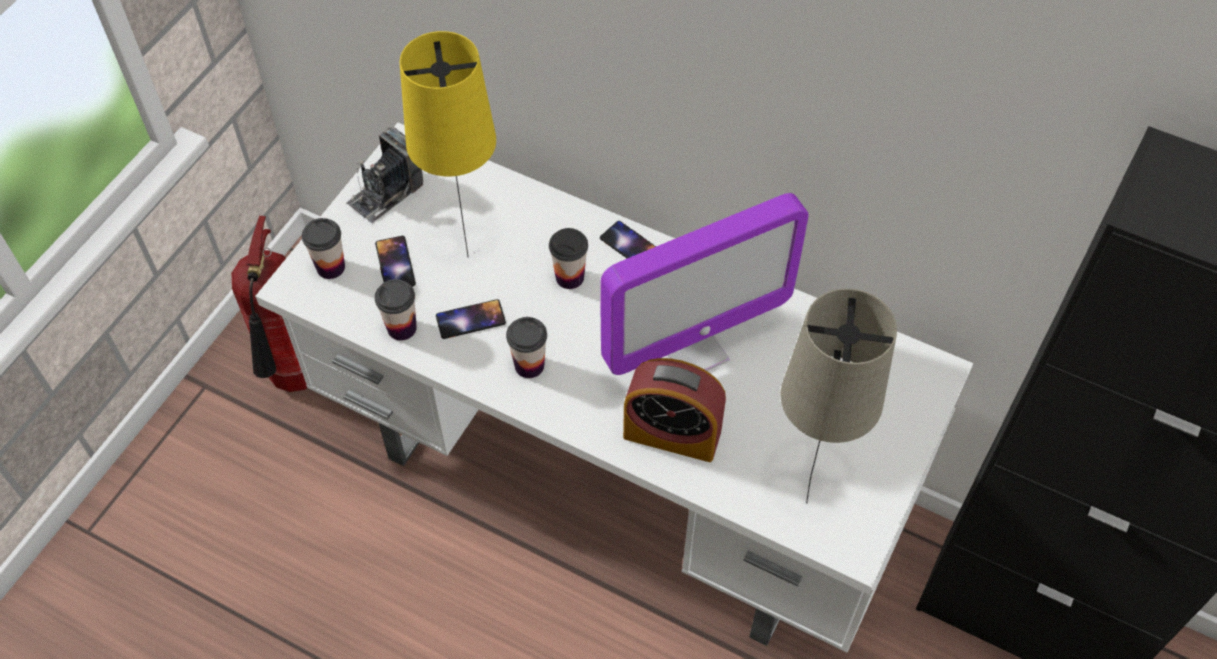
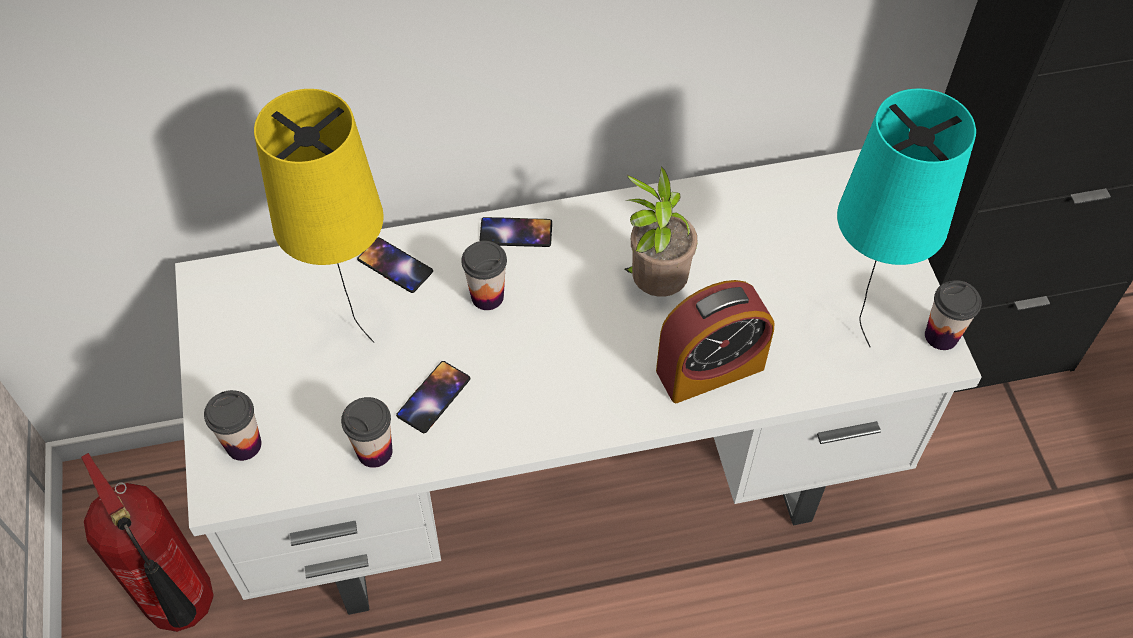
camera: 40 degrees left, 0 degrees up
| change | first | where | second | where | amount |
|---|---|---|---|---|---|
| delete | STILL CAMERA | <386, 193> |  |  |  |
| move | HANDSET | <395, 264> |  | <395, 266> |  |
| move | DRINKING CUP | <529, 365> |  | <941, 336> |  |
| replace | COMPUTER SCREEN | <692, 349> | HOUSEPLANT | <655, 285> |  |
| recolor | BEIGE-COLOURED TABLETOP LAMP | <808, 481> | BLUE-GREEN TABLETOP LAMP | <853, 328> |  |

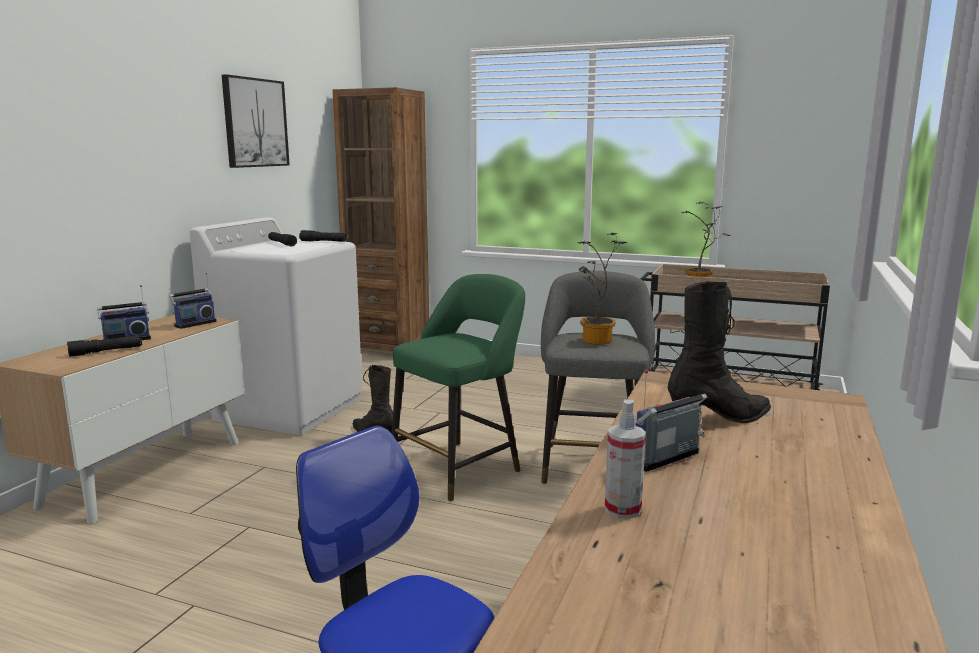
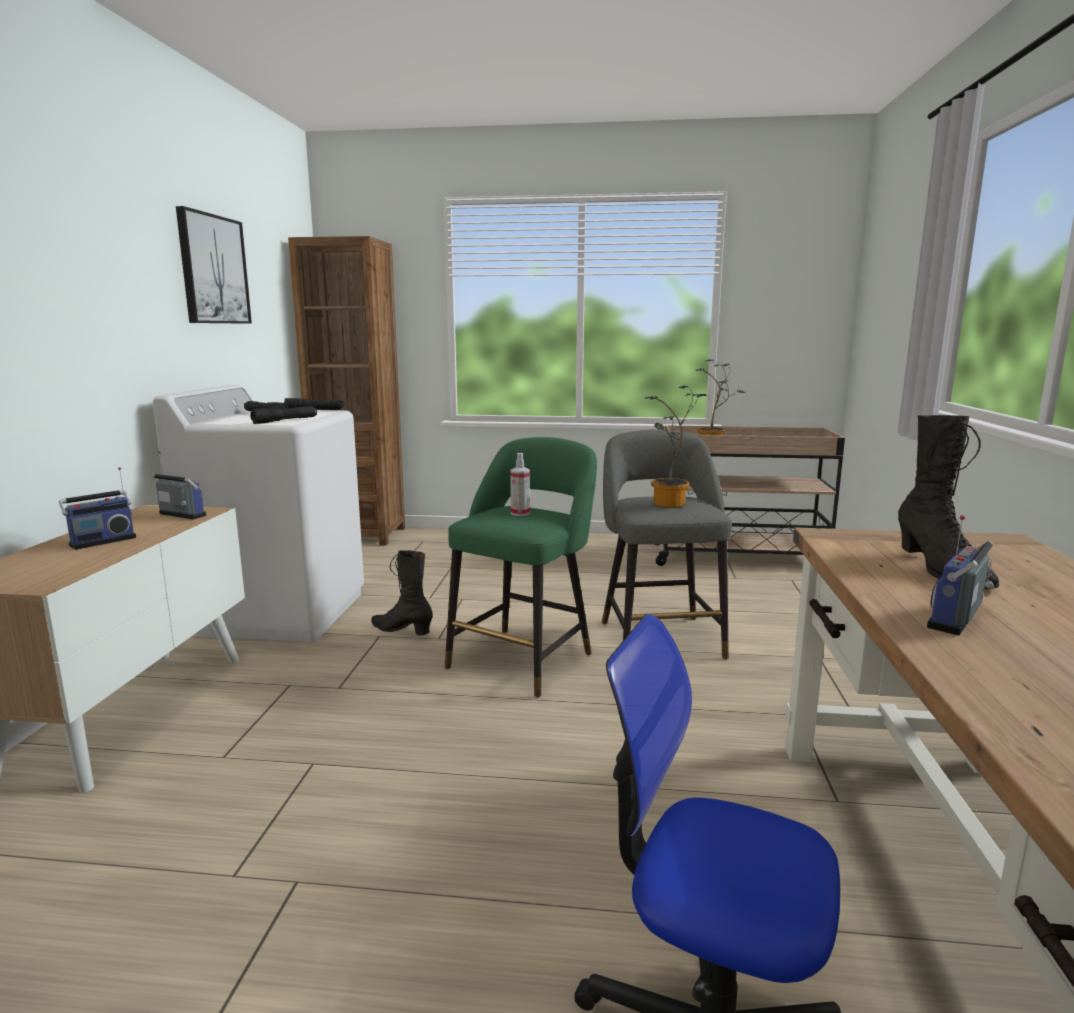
camera: 15 degrees left, 0 degrees up
| change | first | where | second | where | amount |
|---|---|---|---|---|---|
| move | BLACK FLASHLIGHT | <106, 351> |  | <285, 421> |  |
| move | HAND SPRAYER | <622, 509> |  | <520, 513> |  |
| rotate | RADIO RECEIVER | <194, 323> |  | <180, 515> | 90 degrees counterclockwise |
| rotate | BLACK HIGH-TOP BOOT | <720, 419> |  | <940, 570> | 120 degrees clockwise |

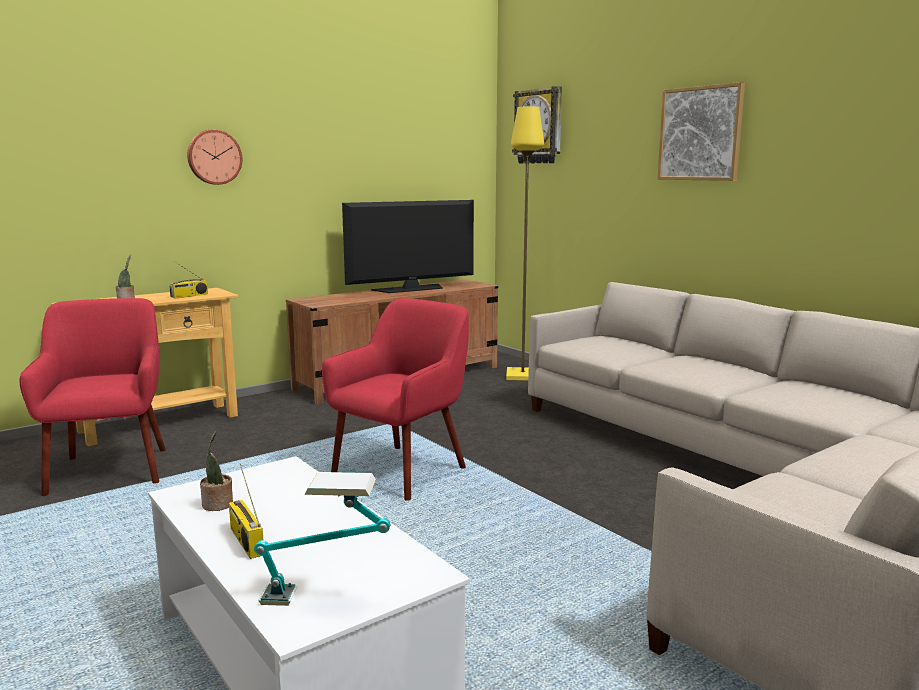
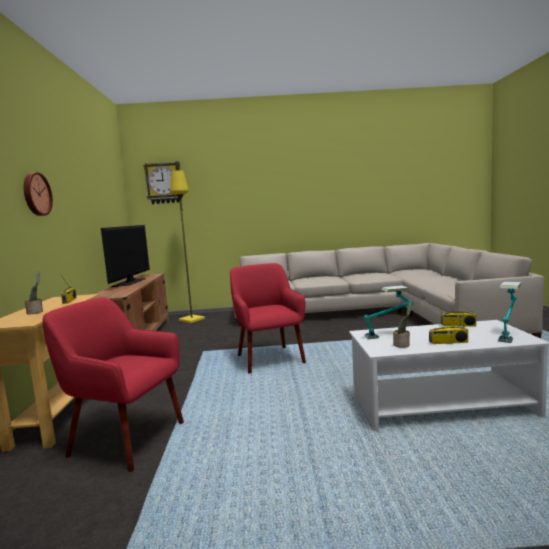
camera: 55 degrees left, 5 degrees down
| change | first | where | second | where | amount |
|---|---|---|---|---|---|
| delete | PICTURE | <700, 134> |  |  |  |
| insert |  |  | TABLETOP LAMP | <388, 335> |  |
| insert |  |  | RADIO RECEIVER | <458, 325> |  |

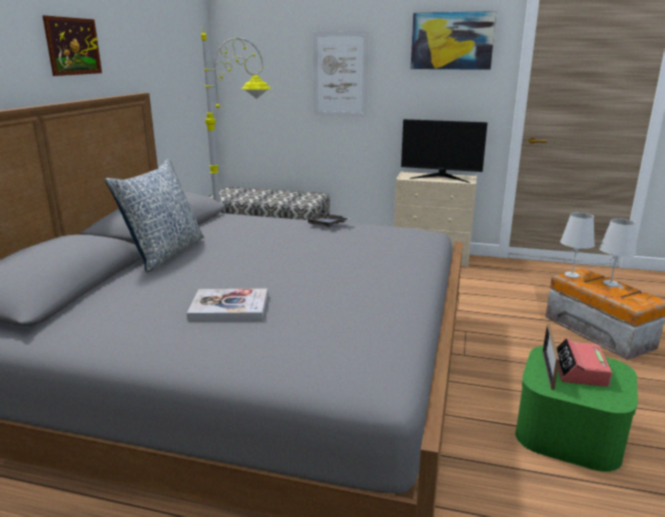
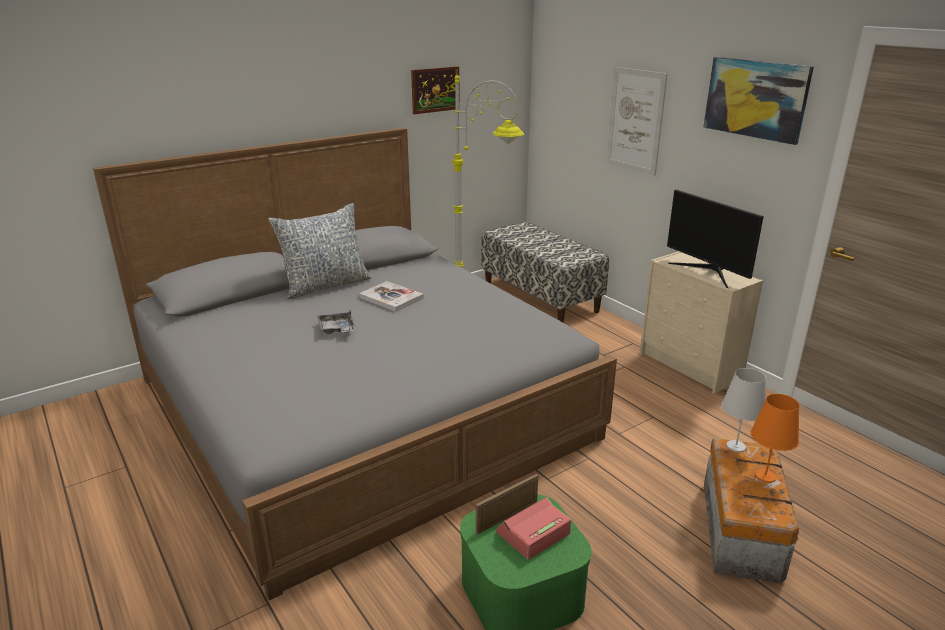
camera: 40 degrees right, 5 degrees up
| change | first | where | second | where | amount |
|---|---|---|---|---|---|
| move | PICTURE | <73, 46> |  | <435, 90> |  |
| move | BOUND BOOK | <229, 307> |  | <391, 298> |  |
| move | GREYISH CARRYING TRAY | <327, 225> |  | <337, 329> |  |
| recolor | WHITE TABLETOP LAMP | <610, 283> | ORANGE TABLETOP LAMP | <765, 476> |  |

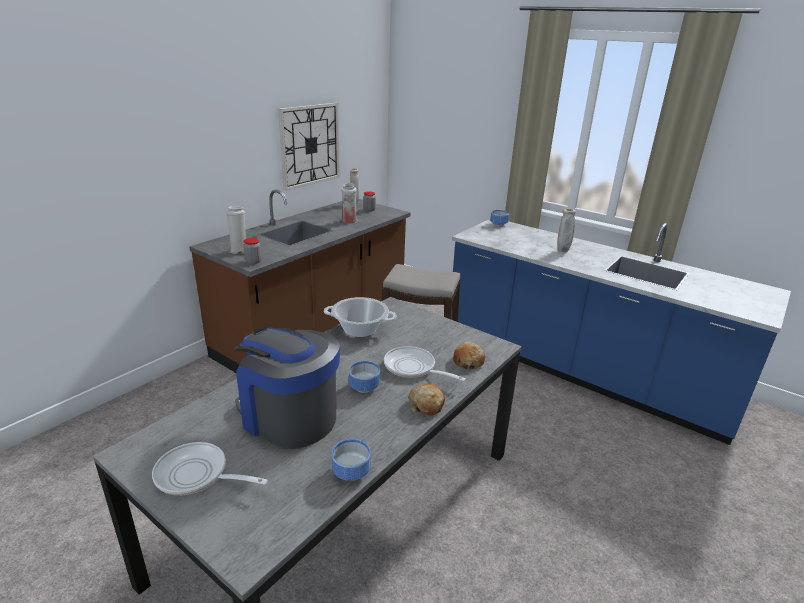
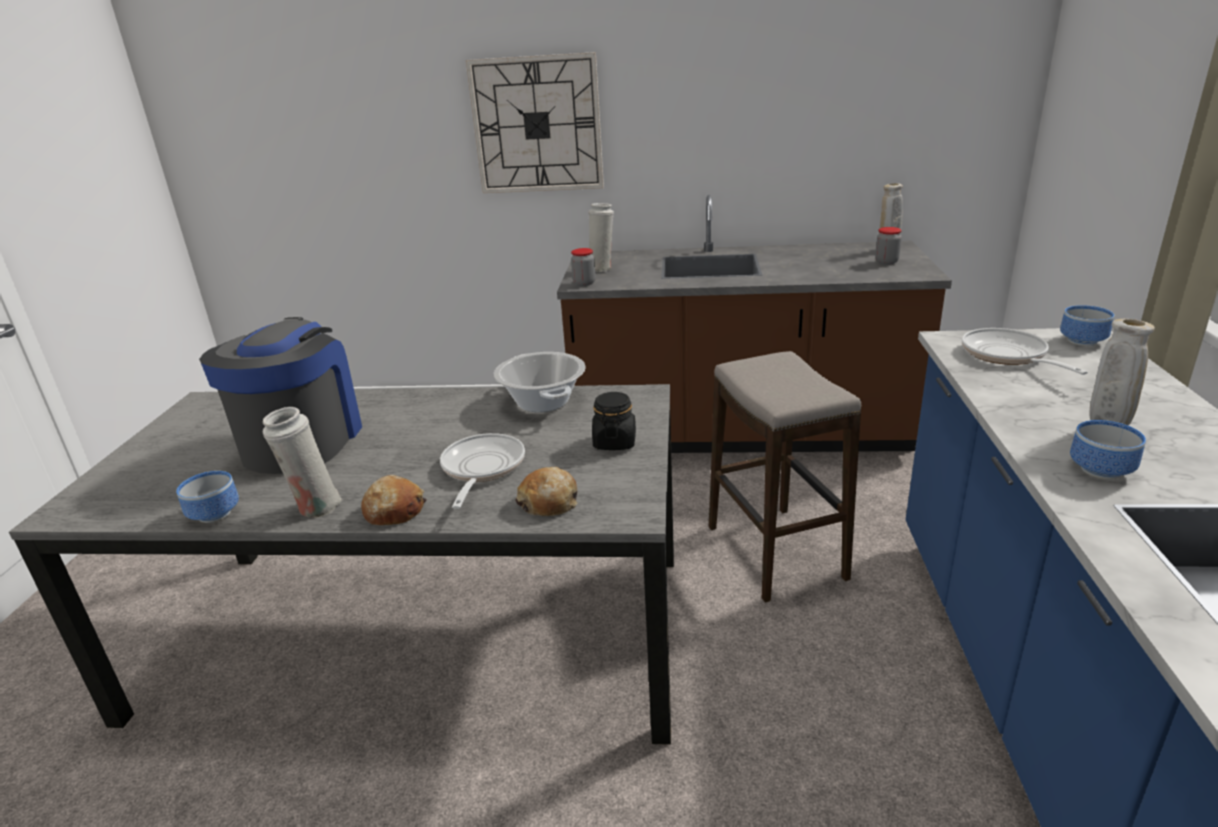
camera: 60 degrees right, 0 degrees up
| change | first | where | second | where | amount |
|---|---|---|---|---|---|
| insert |  |  | BLACK PRESERVE JAR | <614, 442> |  |
| move | FRYING PAN | <197, 475> |  | <1008, 356> |  |
| move | CLOCK ON THE WALL | <310, 145> |  | <537, 125> |  |
| move | WHITE DECORATIVE VASE | <349, 221> |  | <314, 508> |  |
| move | BOWL | <363, 387> |  | <1098, 469> |  |

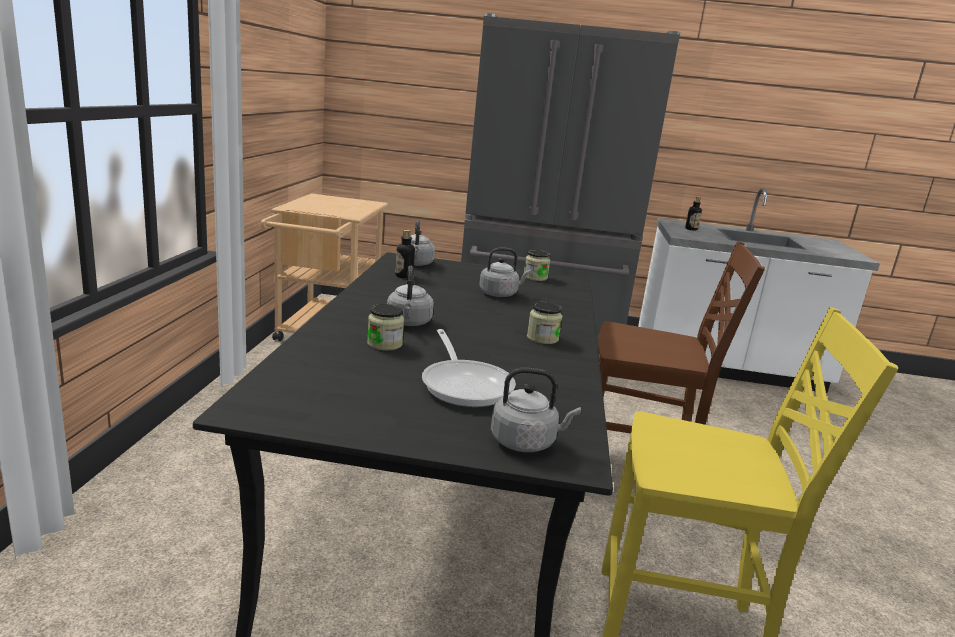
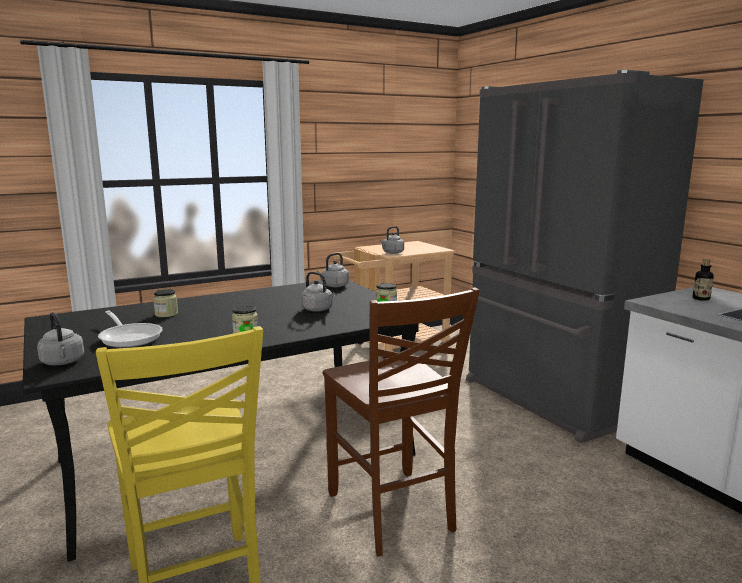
camera: 55 degrees right, 5 degrees down
| change | first | where | second | where | amount |
|---|---|---|---|---|---|
| delete | BOTTLE | <404, 276> |  |  |  |
| move | GREYISH KETTLE | <409, 323> |  | <392, 253> |  |
| rotate | FRYING PAN | <465, 385> |  | <130, 337> | 75 degrees counterclockwise |

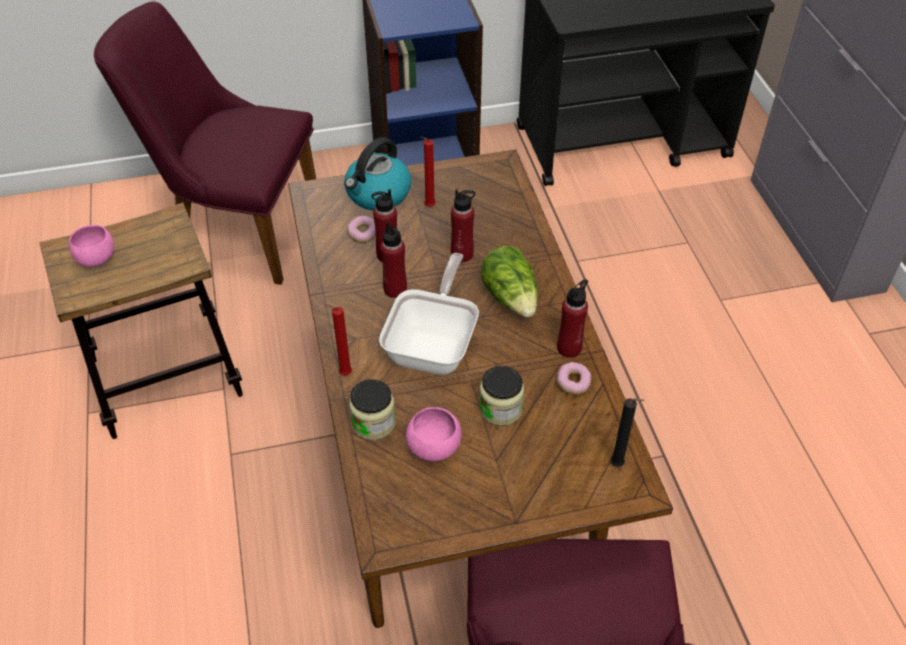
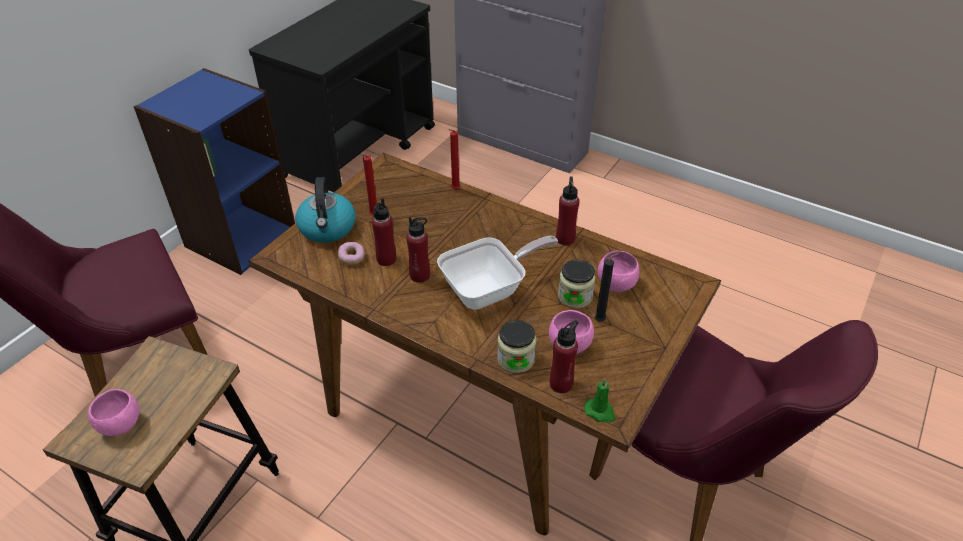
camera: 45 degrees left, 5 degrees down
| change | first | where | second | where | amount |
|---|---|---|---|---|---|
| delete | LETTUCE HEAD | <511, 297> |  |  |  |
| delete | RING DOUGHNUT | <573, 383> |  |  |  |
| insert |  |  | GREEN WAX CANDLE | <600, 412> |  |
| insert |  |  | PINKISH BOWL | <616, 284> |  |
| move | RED-COLOURED WAX CANDLE | <343, 374> |  | <454, 190> |  |
| move | RED-COLOURED BOTTLE | <462, 254> |  | <561, 384> |  |
| move | BLACK WAX CANDLE | <619, 465> |  | <601, 320> |  |
| rotate | FRYING PAN | <434, 345> |  | <489, 290> | 90 degrees clockwise |

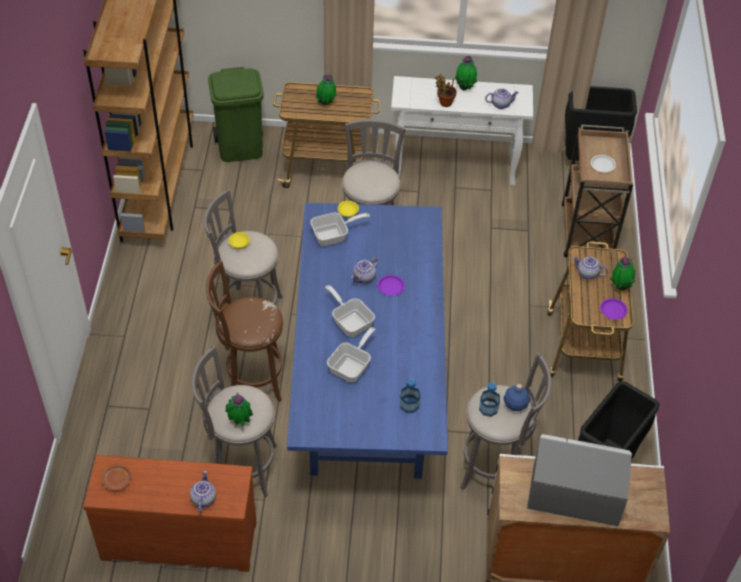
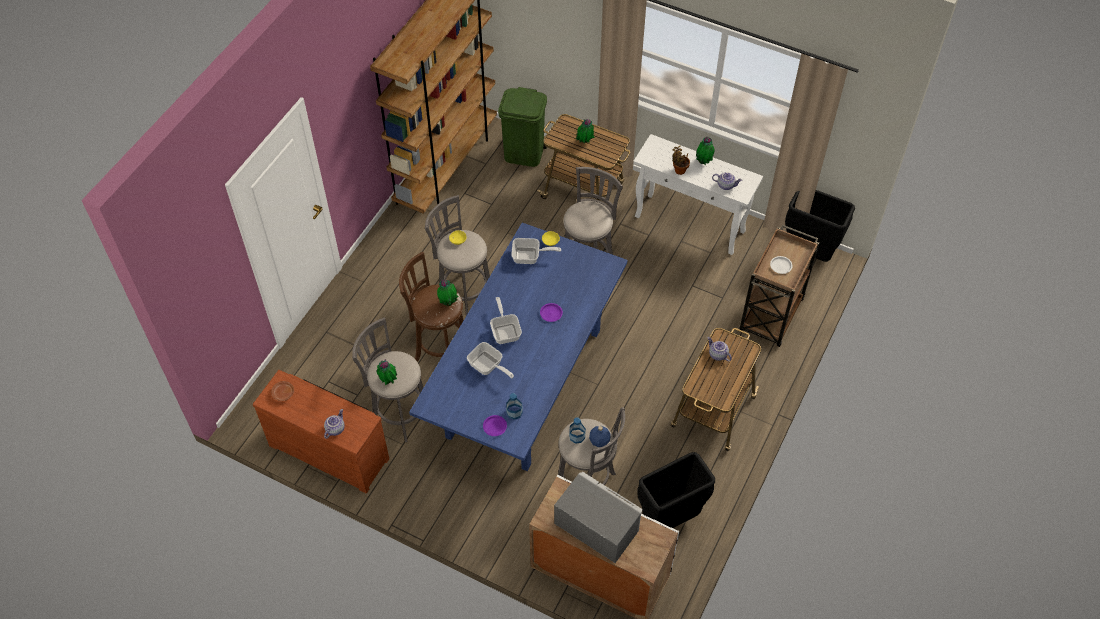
camera: 25 degrees right, 5 degrees up
| change | first | where | second | where | amount |
|---|---|---|---|---|---|
| delete | TEA POT | <364, 278> |  |  |  |
| move | PURPLISH FLAT DISH | <613, 310> |  | <495, 426> |  |
| move | HOUSEPLANT | <620, 287> |  | <448, 302> |  |
| rotate | FRYING PAN | <352, 366> |  | <488, 367> | 75 degrees clockwise |

